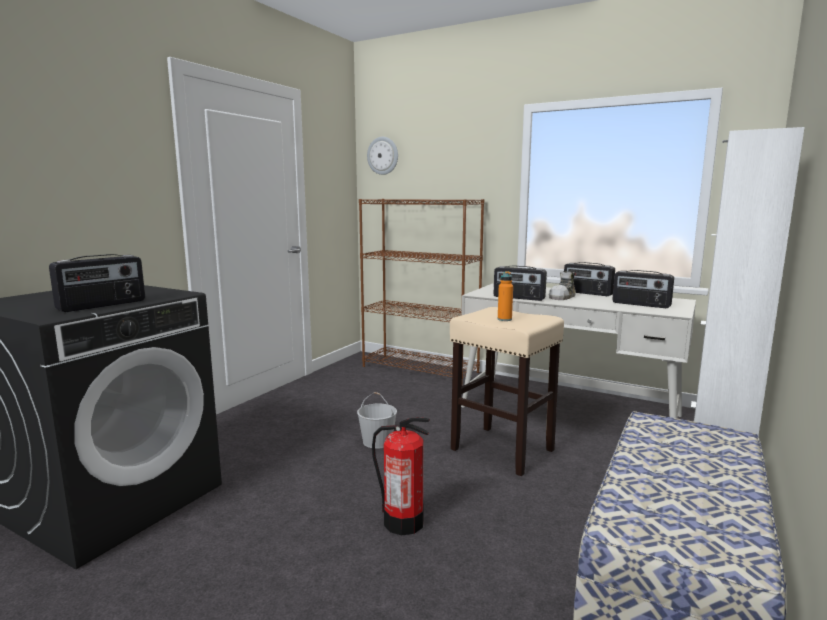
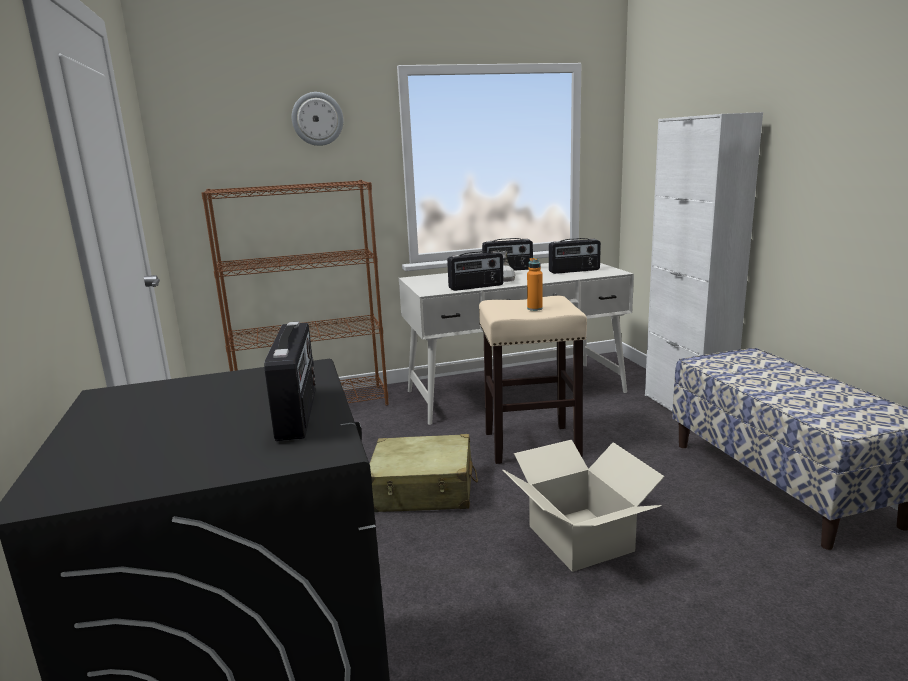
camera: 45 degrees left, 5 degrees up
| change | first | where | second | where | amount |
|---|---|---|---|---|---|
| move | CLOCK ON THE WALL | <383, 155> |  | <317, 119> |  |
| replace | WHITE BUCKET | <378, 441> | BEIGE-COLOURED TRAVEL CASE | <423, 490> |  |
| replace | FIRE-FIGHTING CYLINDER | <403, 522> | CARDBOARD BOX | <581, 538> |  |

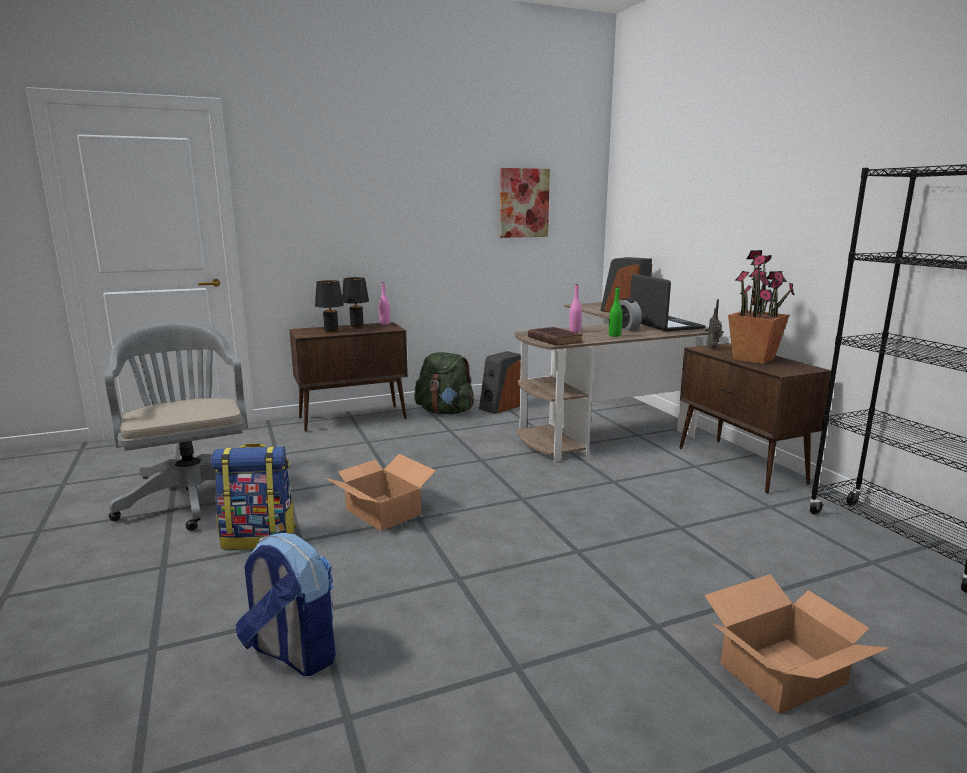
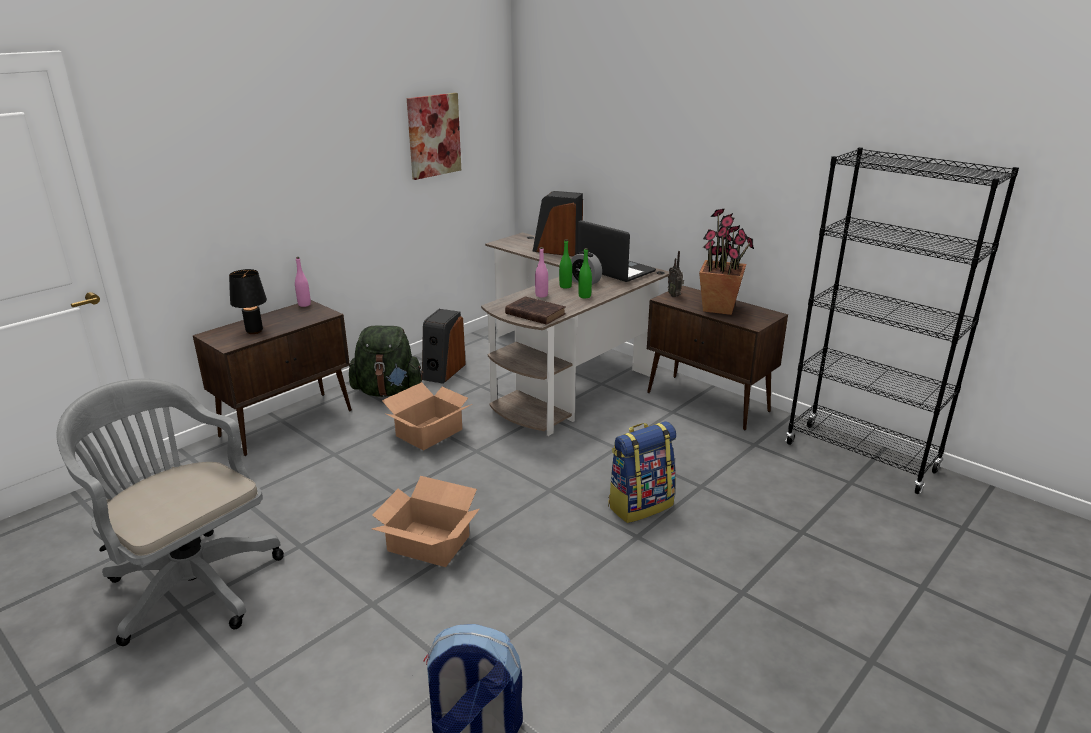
camera: 25 degrees left, 10 degrees up
| change | first | where | second | where | amount |
|---|---|---|---|---|---|
| delete | BLACK TABLETOP LAMP | <357, 326> |  |  |  |
| insert |  |  | GREEN BOTTLE | <565, 286> |  |
| move | KNAPSACK | <260, 538> |  | <640, 505> |  |
| move | CARDBOARD BOX | <784, 674> |  | <430, 433> |  |

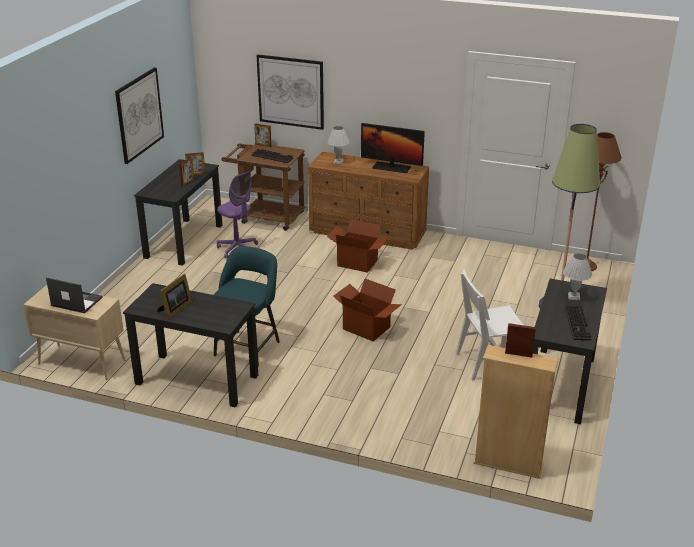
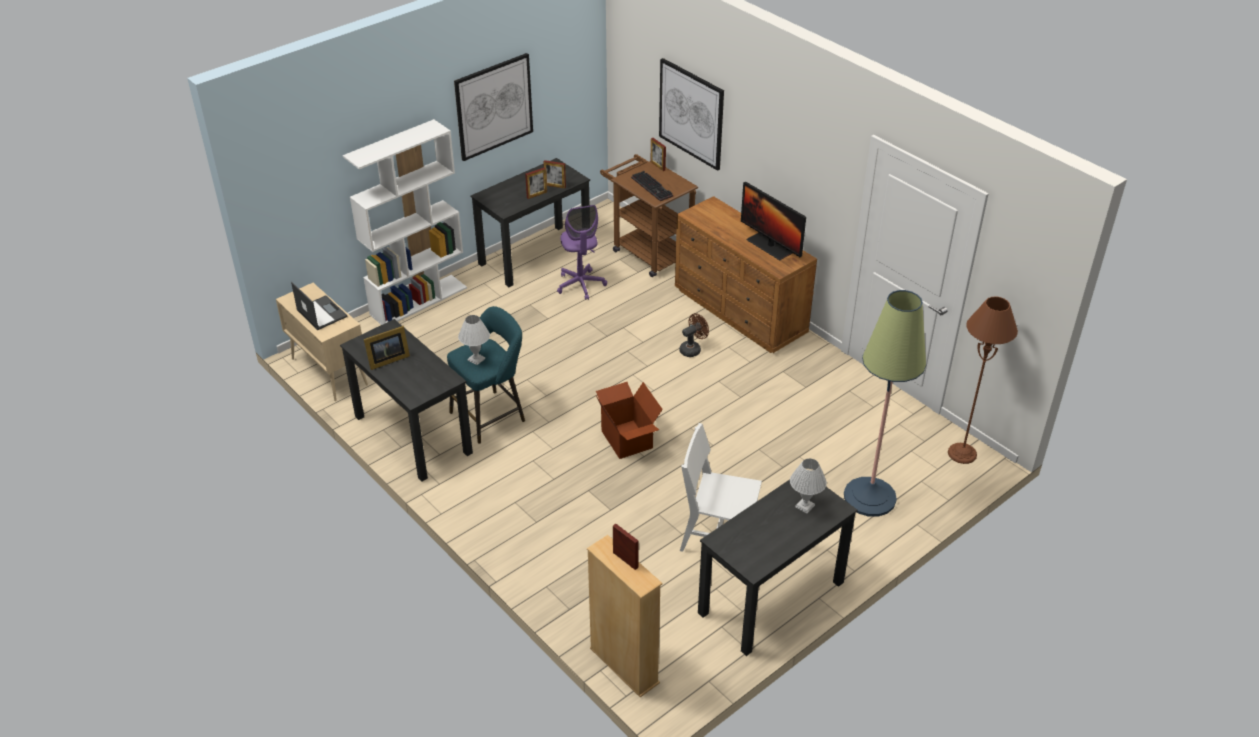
camera: 30 degrees right, 10 degrees up
| change | first | where | second | where | amount |
|---|---|---|---|---|---|
| delete | COMPUTER KEYBOARD | <579, 324> |  |  |  |
| insert |  |  | WHITE BOOKSHELF | <419, 300> |  |
| move | WHITE TABLETOP LAMP | <338, 162> |  | <476, 359> |  |
| replace | CARDBOARD BOX | <357, 262> | BROWNISH FAN | <692, 349> |  |

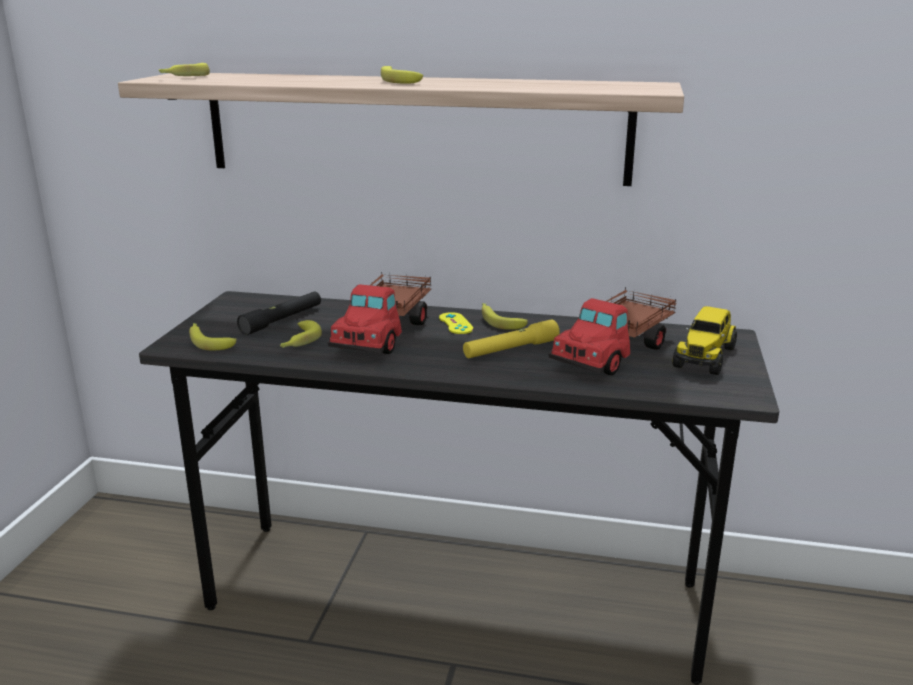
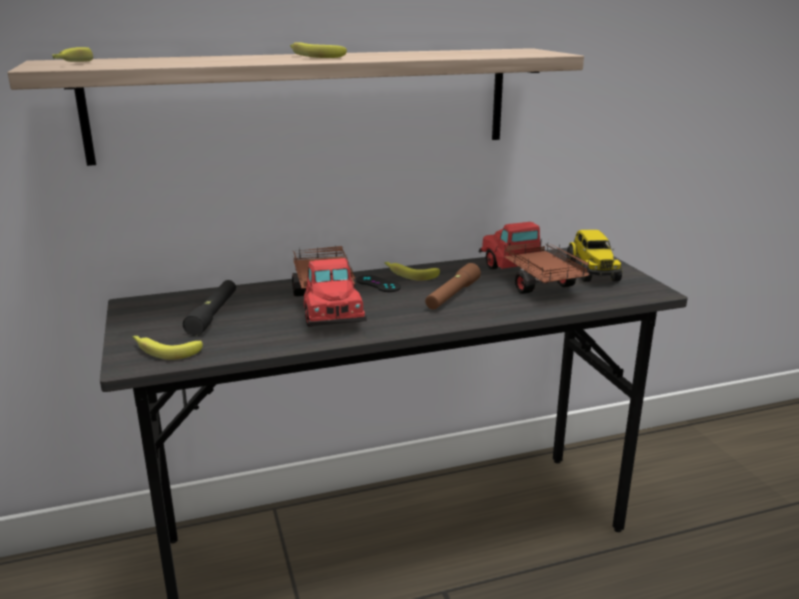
camera: 30 degrees left, 0 degrees up
| change | first | where | second | where | amount |
|---|---|---|---|---|---|
| delete | BANANA | <298, 341> |  |  |  |
| recolor | YELLOW-COLOURED JOYPAD | <456, 323> | BLACK JOYPAD | <378, 284> |  |
| recolor | YELLOW-COLOURED FLASHLIGHT | <510, 349> | BROWNISH FLASHLIGHT | <452, 295> |  |
| rotate | TOY TRUCK | <615, 352> |  | <529, 280> | 150 degrees clockwise |

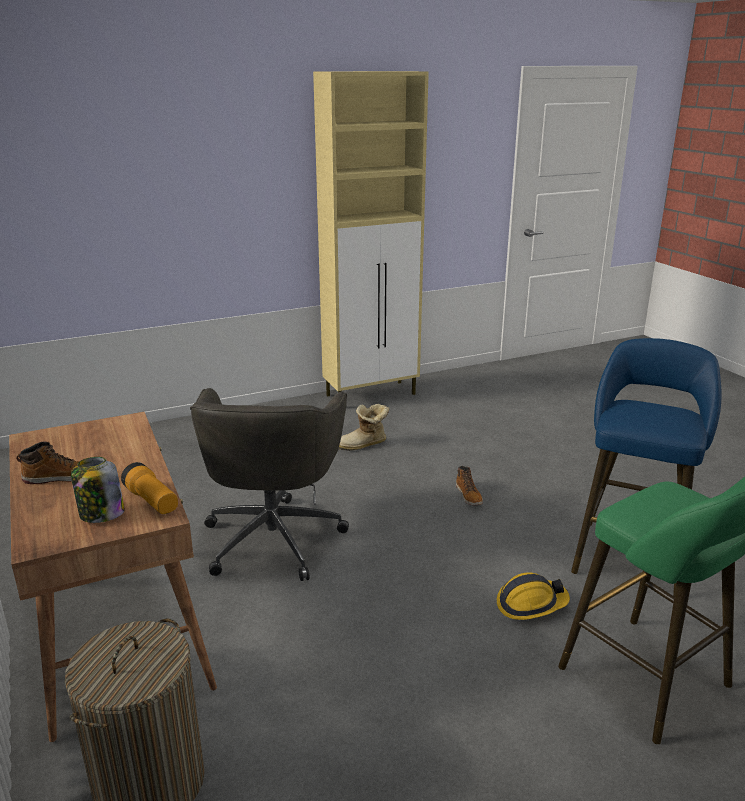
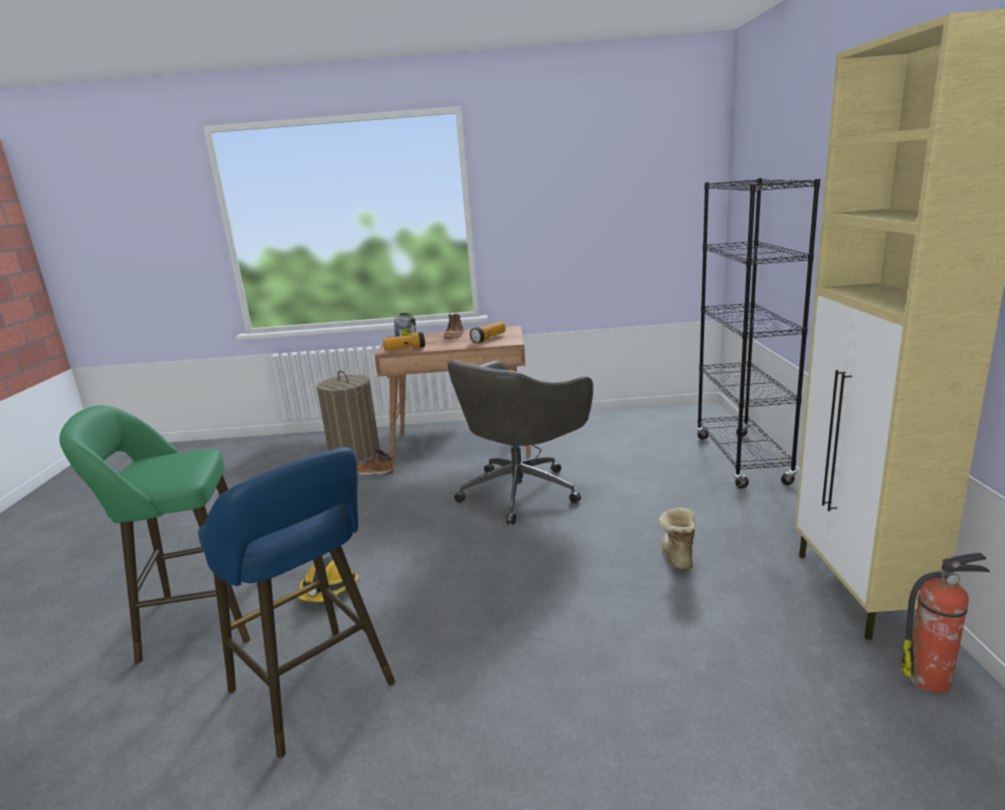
camera: 115 degrees right, 5 degrees down
| change | first | where | second | where | amount |
|---|---|---|---|---|---|
| insert |  |  | FLASHLIGHT | <489, 339> |  |
| insert |  |  | BLACK BOOKSHELF | <741, 460> |  |
| insert |  |  | FIRE-FIGHTING CYLINDER | <931, 678> |  |
| move | HIGH-TOP BOOT | <469, 495> |  | <373, 472> |  |
| rotate | GREYISH DESK CHAIR | <274, 537> |  | <522, 491> | 75 degrees counterclockwise |

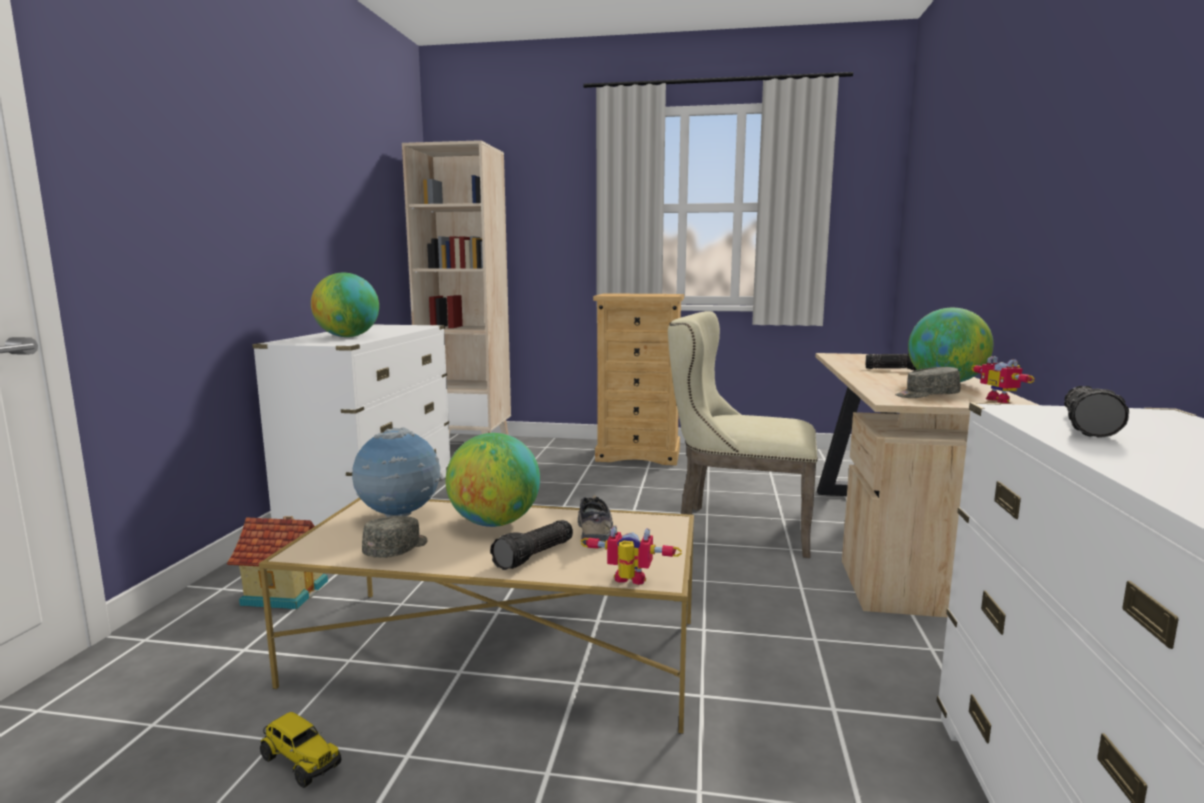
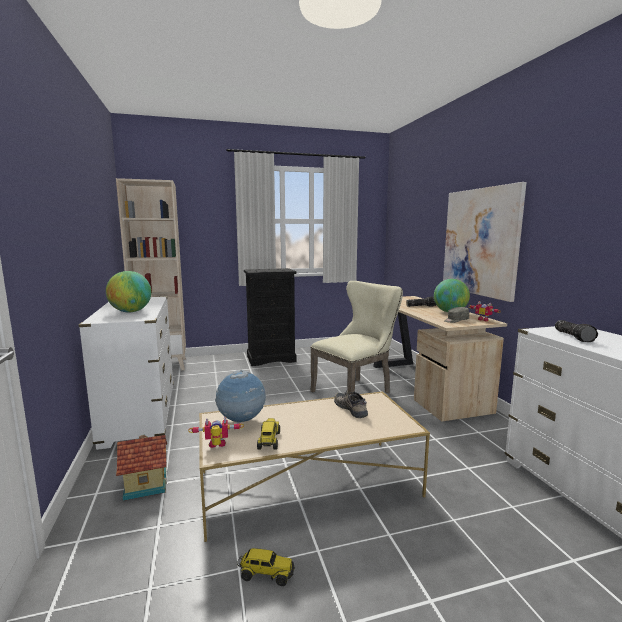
camera: 25 degrees left, 0 degrees up
| change | first | where | second | where | amount |
|---|---|---|---|---|---|
| delete | GLOBE | <494, 523> |  |  |  |
| delete | FLASHLIGHT | <535, 556> |  |  |  |
| insert |  |  | PICTURE | <480, 242> |  |
| move | MODEL ROBOT | <628, 583> |  | <217, 446> |  |
| replace | GREYISH CAP | <397, 549> | TOY TRUCK | <269, 441> |  |
| recolor | BEIGE-COLOURED CHEST OF DRAWERS | <639, 455> | BLACK CHEST OF DRAWERS | <271, 358> |  |
| rotate | BEIGE-COLOURED CHAIR | <736, 527> |  | <355, 391> | 150 degrees clockwise |

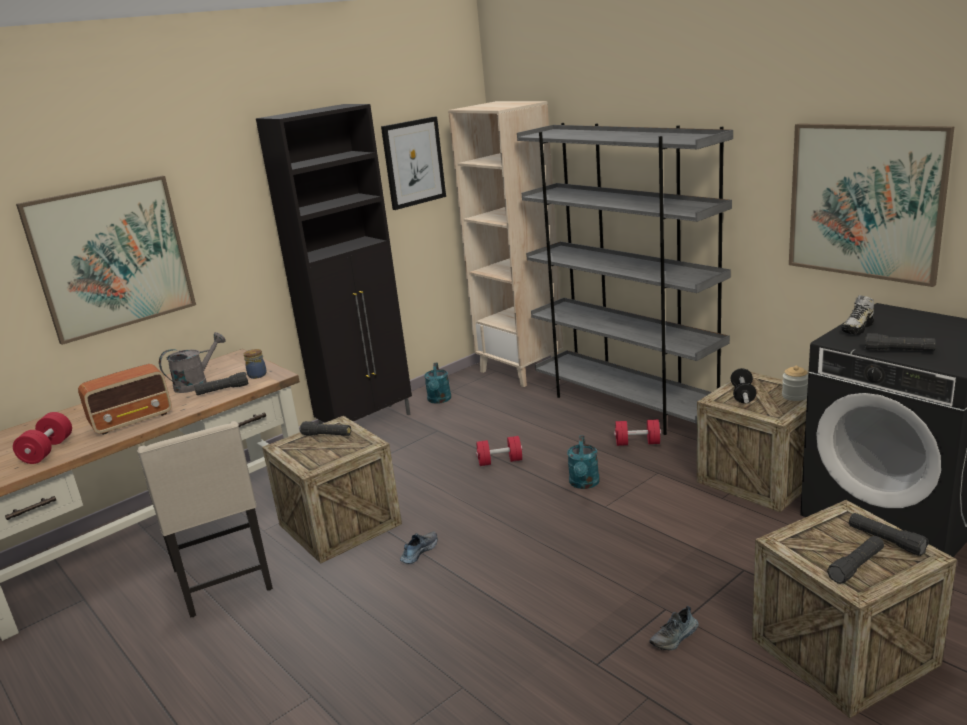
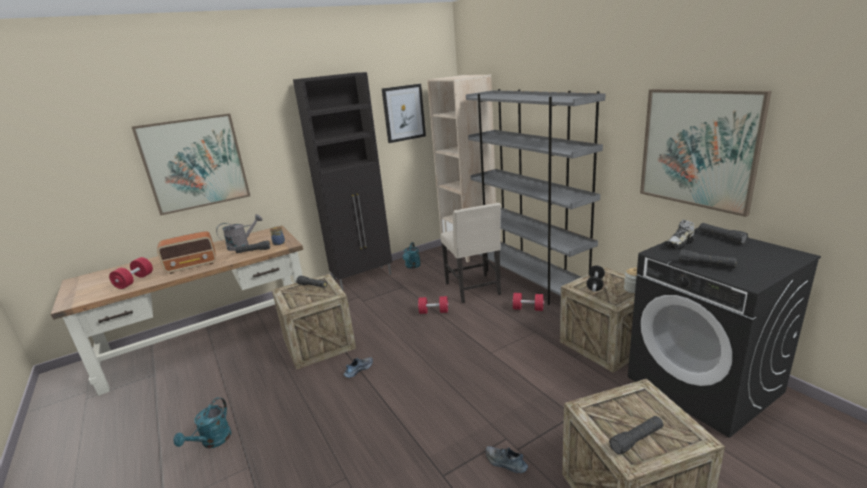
camera: 10 degrees right, 0 degrees up
| change | first | where | second | where | amount |
|---|---|---|---|---|---|
| move | BEIGE-COLOURED CHAIR | <225, 580> |  | <474, 289> |  |
| move | BLUE-GREEN WATERING CAN | <584, 484> |  | <212, 442> |  |
| move | BLACK FLASHLIGHT | <886, 541> |  | <721, 238> |  |
| rotate | SHOE | <675, 638> |  | <505, 463> | 60 degrees clockwise |

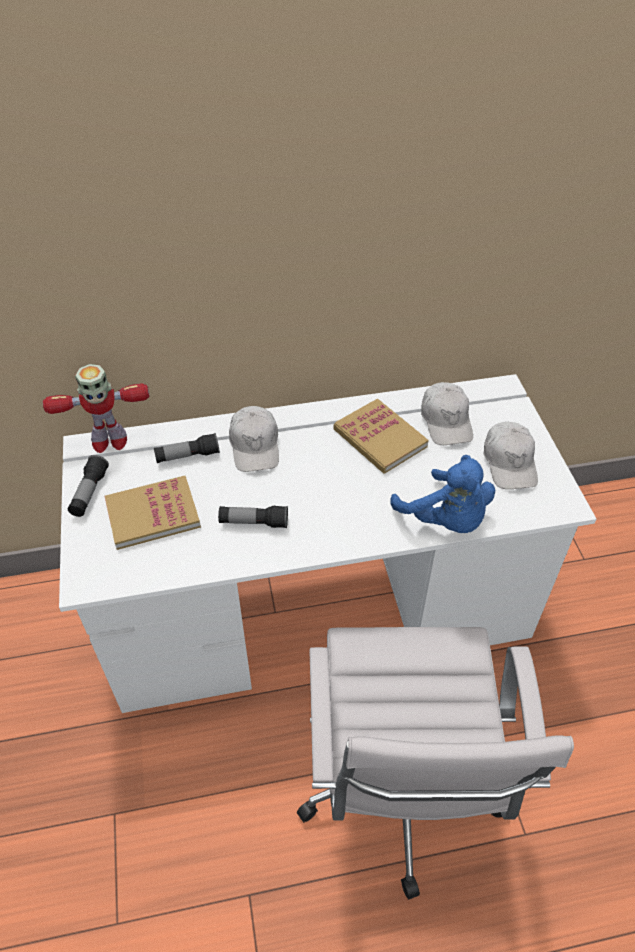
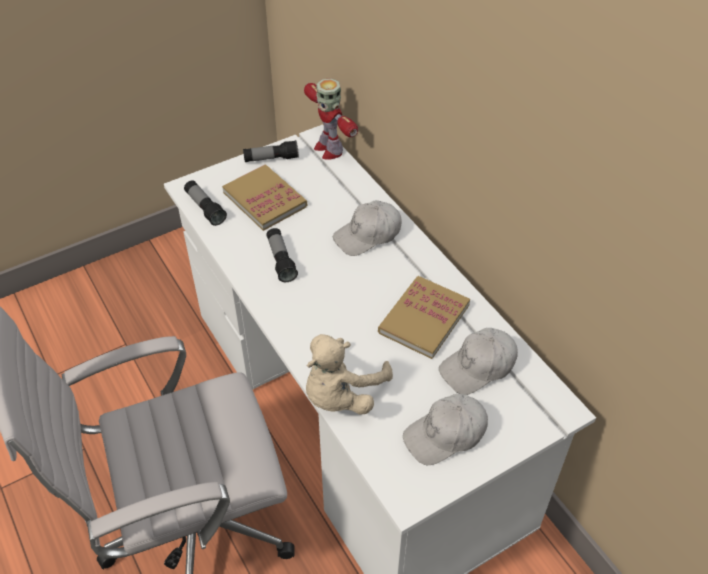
camera: 70 degrees right, 0 degrees up
| change | first | where | second | where | amount |
|---|---|---|---|---|---|
| move | FLASHLIGHT | <187, 456> |  | <205, 208> |  |
| recolor | BLUISH CUDDLY TOY | <445, 519> | BEIGE-COLOURED CUDDLY TOY | <341, 394> |  |

